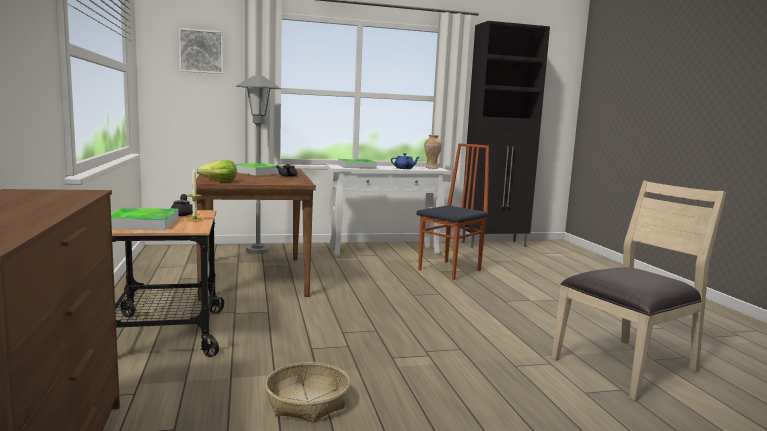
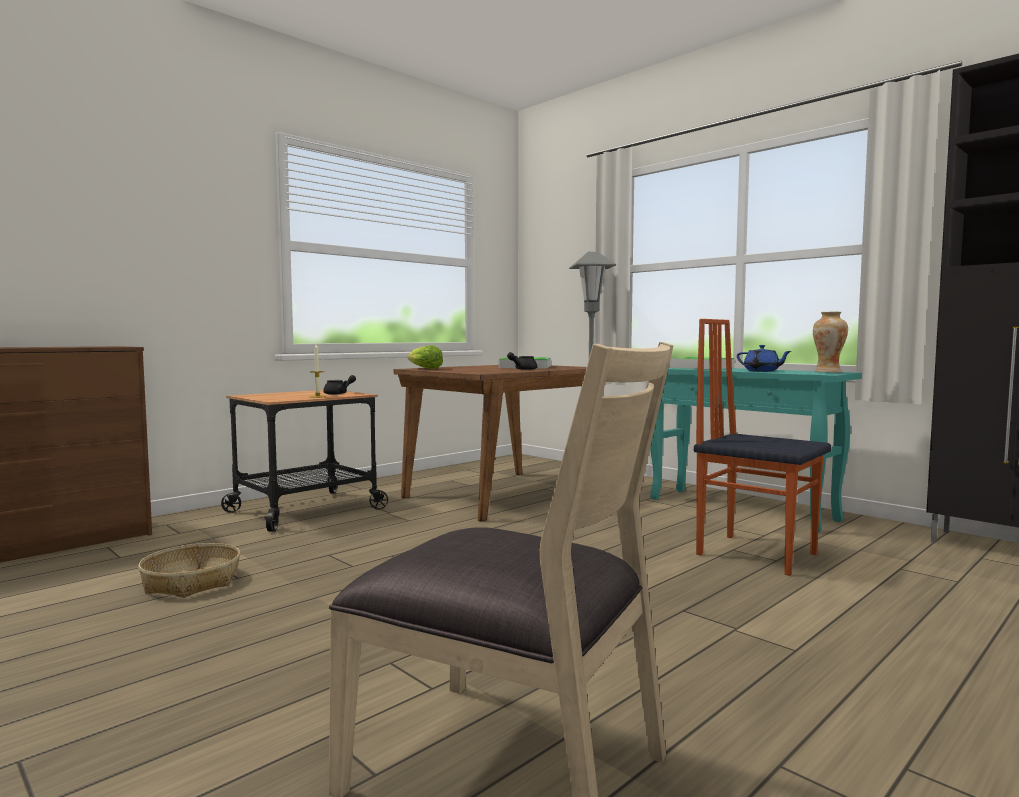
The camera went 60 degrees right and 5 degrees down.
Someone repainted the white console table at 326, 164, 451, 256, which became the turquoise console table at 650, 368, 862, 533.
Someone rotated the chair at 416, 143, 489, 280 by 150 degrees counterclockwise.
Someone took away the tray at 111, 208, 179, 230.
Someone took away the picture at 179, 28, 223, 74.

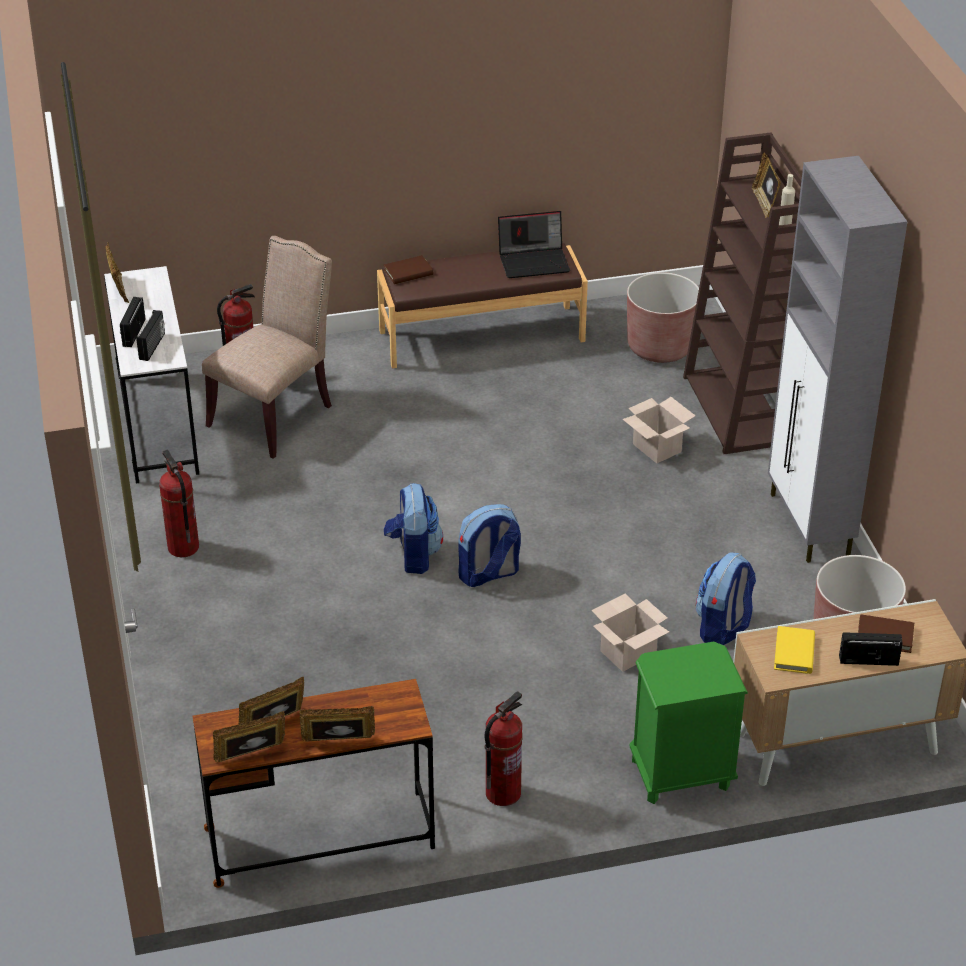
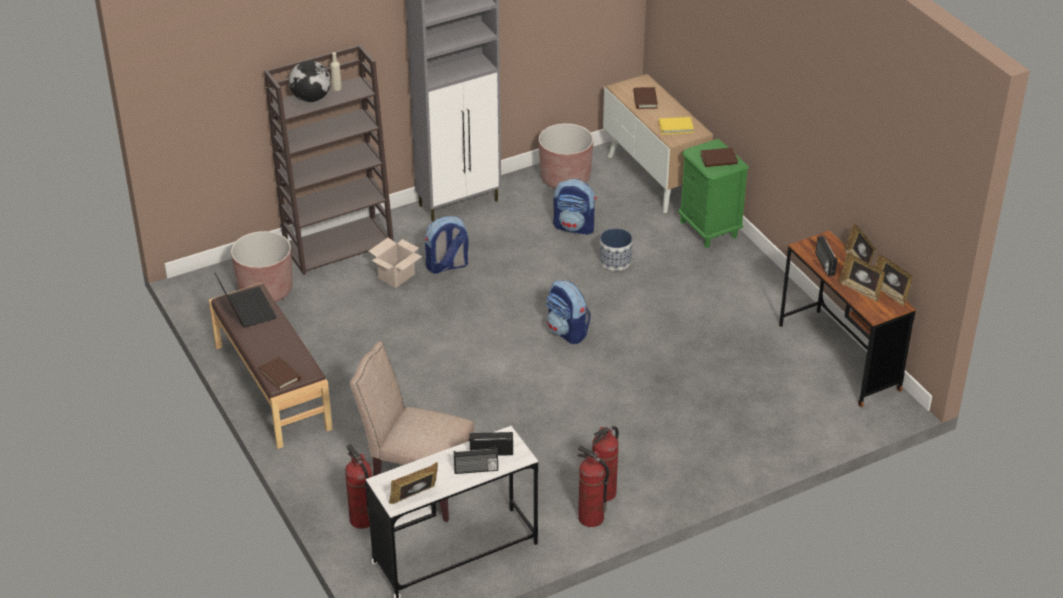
The camera went 105 degrees left and 0 degrees up.
Someone swapped the picture frame at 752, 152, 781, 218 for the globe at 289, 60, 331, 102.
Someone carried the backpack from 384, 483, 443, 574 to 425, 216, 469, 274.
Someone carried the fire extinguisher from 484, 691, 523, 806 to 577, 445, 609, 527.
Someone swapped the cardboard box at 591, 593, 669, 672 for the planter at 599, 228, 633, 271.
Someone put down the brown book at 700, 148, 738, 167.
Someone carried the radio from 839, 632, 903, 666 to 815, 236, 837, 277.

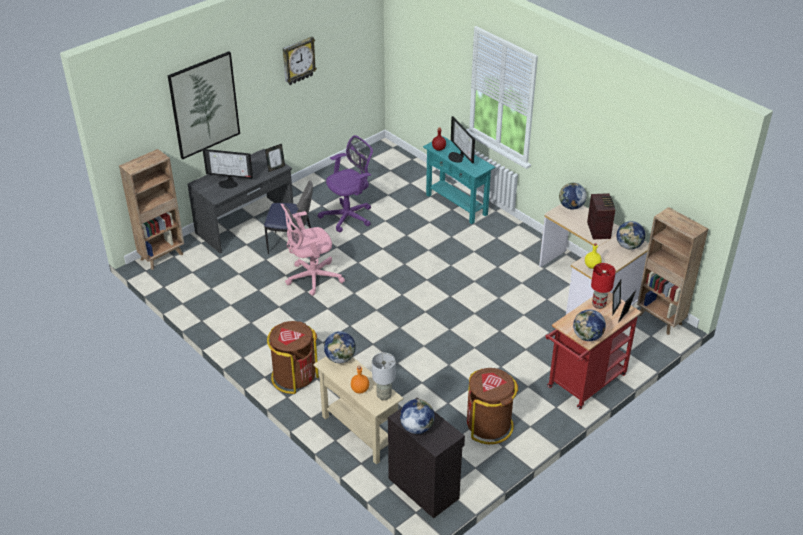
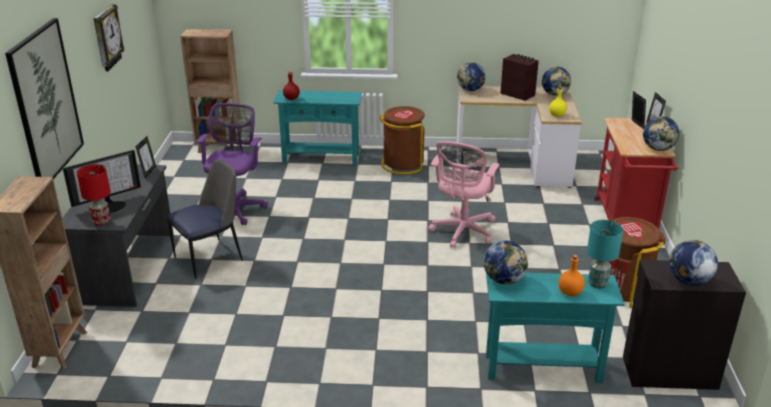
The camera went 45 degrees left and 10 degrees down.
Someone carried the red table lamp from 591, 263, 616, 309 to 77, 164, 111, 226.
Someone carried the brown bookcase from 637, 207, 708, 335 to 180, 29, 240, 153.
Someone carried the brown trash can from 267, 321, 319, 394 to 380, 106, 425, 174.
Someone carried the pink office chair from 281, 203, 345, 296 to 428, 141, 499, 248.
Someone repainted the beige console table at 313, 356, 404, 465, which became the turquoise console table at 486, 273, 625, 383.
Someone repainted the grey table lamp at 372, 353, 396, 400, which became the turquoise table lamp at 587, 220, 623, 288.
Someone took away the monitor at 448, 116, 475, 164.

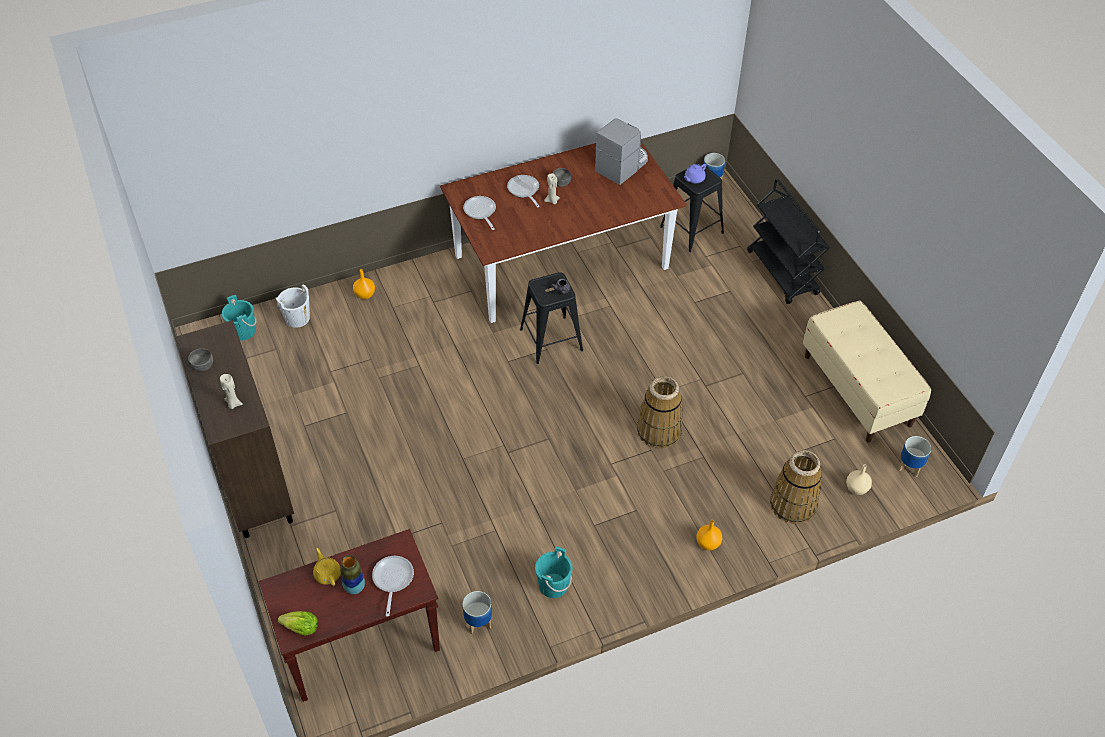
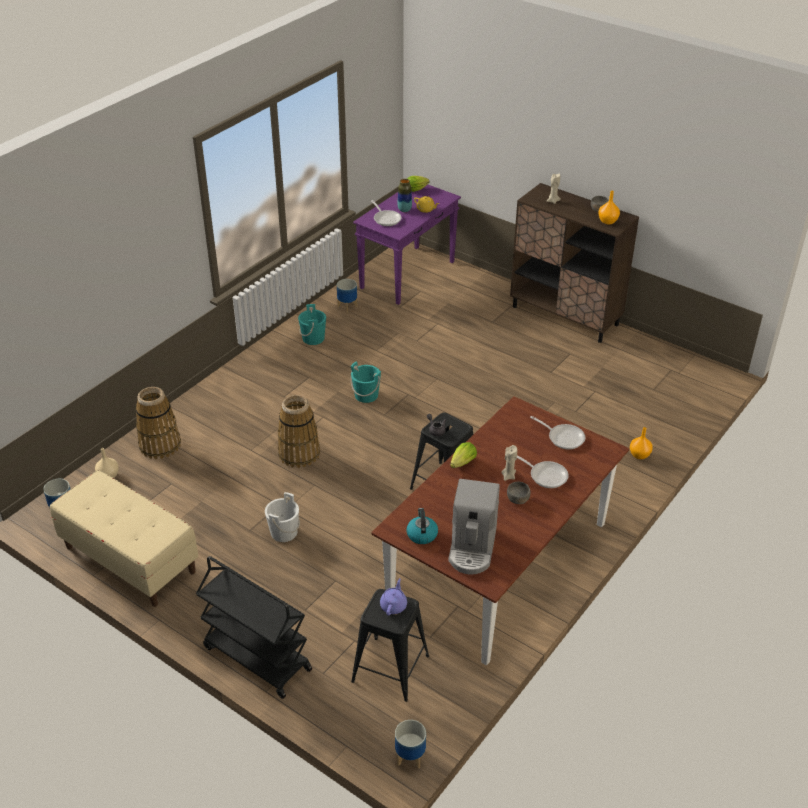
The camera went 150 degrees right and 10 degrees down.
Someone carried the white bucket from 276, 284, 310, 328 to 265, 492, 300, 542.
Someone carried the turquoise bucket from 222, 295, 257, 340 to 351, 362, 381, 403.
Someone repainted the brown console table at 259, 529, 440, 702, which became the purple console table at 353, 185, 461, 305.
Someone put down the kettle at 406, 508, 438, 544.
Someone put down the lettuce at 450, 442, 477, 468.
Someone carried the orange vase from 696, 520, 722, 551 to 598, 191, 620, 225.

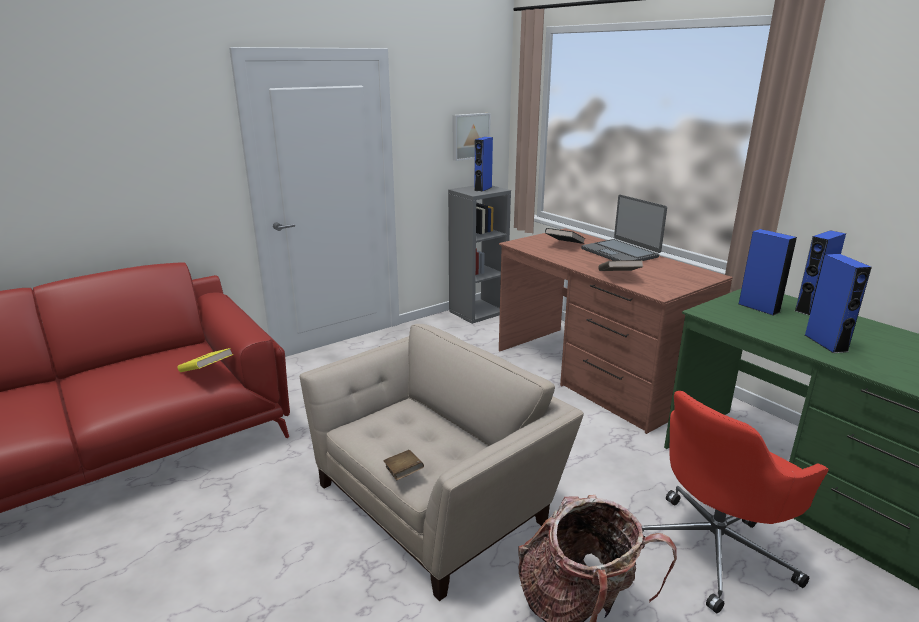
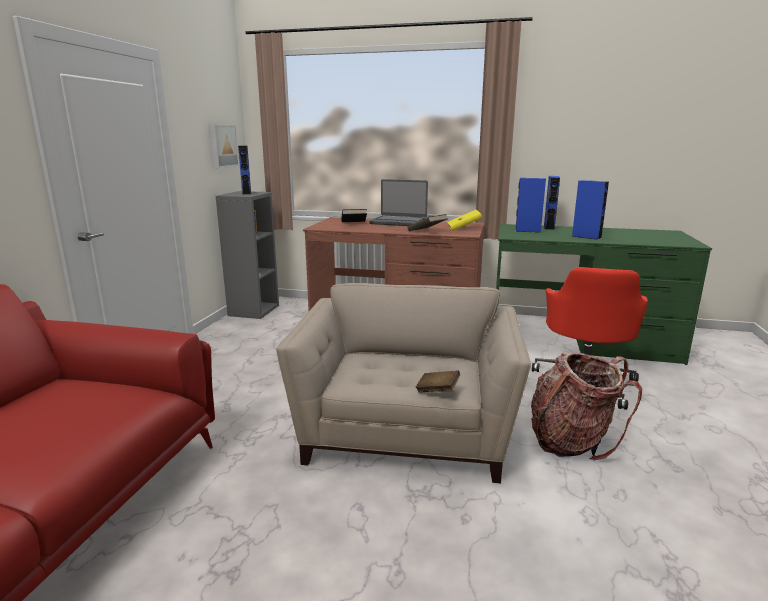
The camera went 40 degrees left and 5 degrees down.
Someone carried the yellow book from 178, 348, 233, 372 to 447, 210, 482, 231.

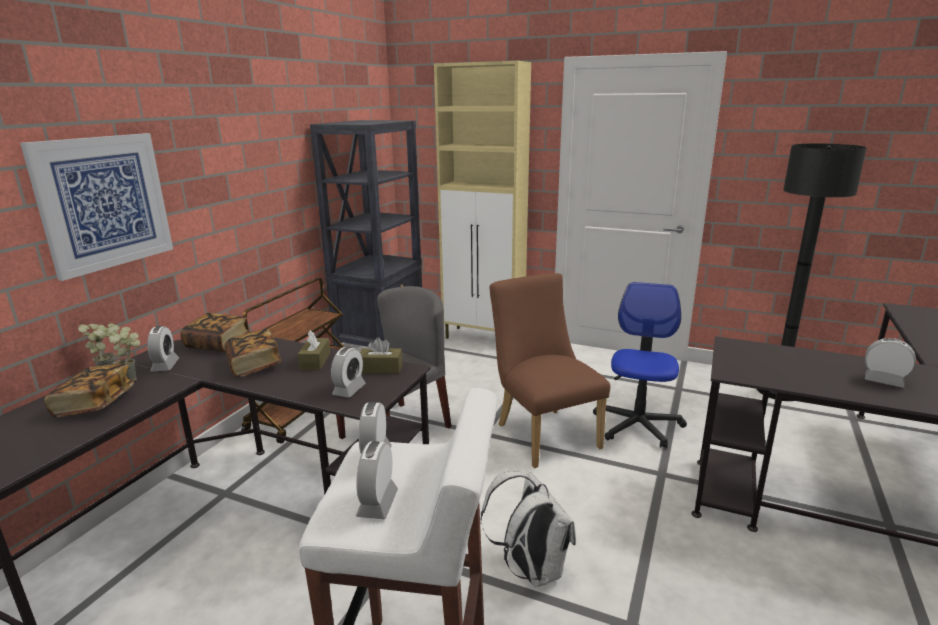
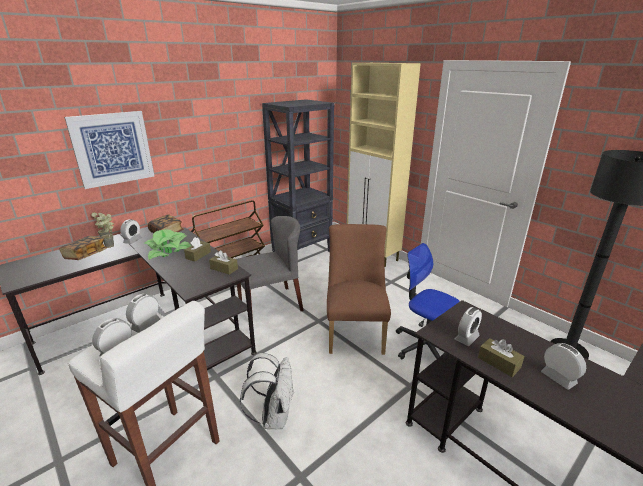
The camera went 25 degrees right and 5 degrees up.
Someone swapped the book at 224, 329, 281, 378 for the potted plant at 144, 229, 191, 260.
Someone rotated the office chair at 593, 282, 687, 449 by 90 degrees counterclockwise.
Someone carried the alarm clock from 331, 347, 366, 398 to 455, 307, 482, 346.
Someone put down the brown tissue box at 478, 338, 525, 377.

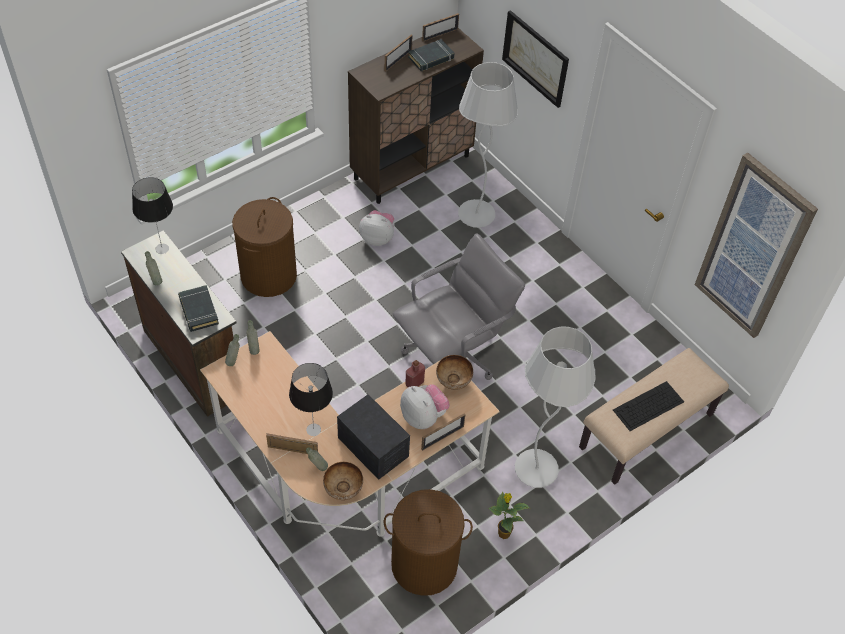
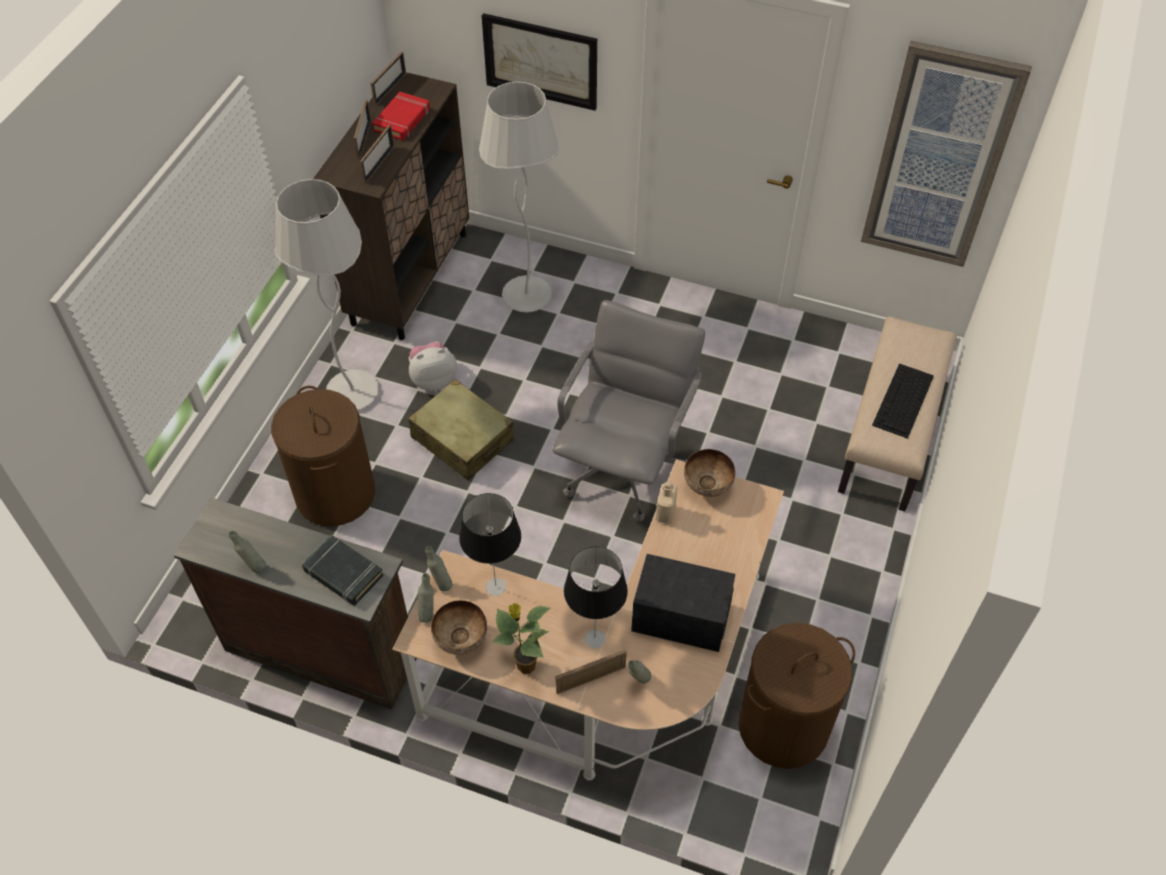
The camera went 30 degrees left and 0 degrees up.
Someone carried the white floor lamp from 515, 326, 596, 488 to 275, 179, 379, 410.
Someone carried the picture frame from 421, 413, 465, 451 to 360, 125, 394, 184.
Someone repainted the black book at 408, 39, 455, 71, which became the red book at 372, 92, 430, 141.
Someone put down the beige suitcase at 408, 379, 514, 480.
Someone carried the bowl from 323, 462, 363, 500 to 431, 600, 487, 655.
Someone carried the table lamp from 132, 177, 173, 254 to 459, 493, 521, 596.
Someone carried the potted plant from 488, 492, 530, 539 to 493, 603, 550, 674.
Someone repainted the red bottle at 405, 360, 425, 387, which became the beige bottle at 656, 481, 677, 524.
Someone took away the plush toy at 400, 384, 450, 429.

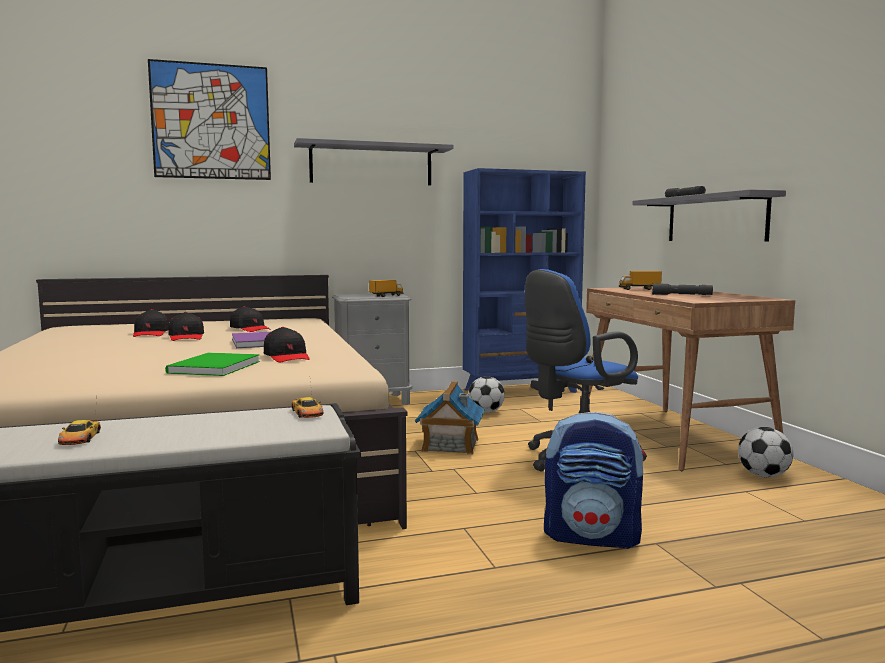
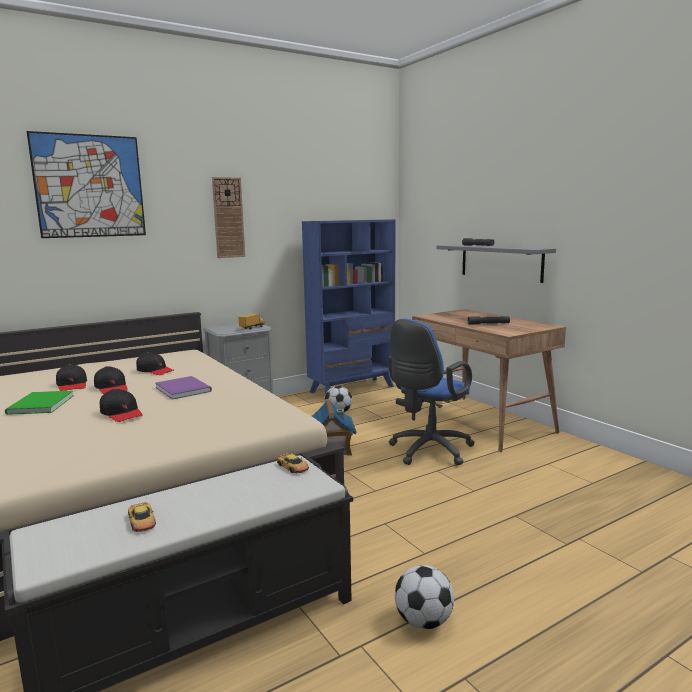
The camera went 15 degrees left and 5 degrees up.
Someone carried the green book from 165, 353, 260, 376 to 5, 390, 74, 415.
Someone carried the black cap from 264, 327, 310, 362 to 100, 388, 143, 422.
Someone swapped the grey shelf at 294, 138, 454, 185 for the wall clock at 212, 177, 245, 258.
Someone carried the football from 738, 427, 793, 478 to 395, 565, 454, 630.
Someone took away the backpack at 544, 412, 646, 549.
Someone took away the toy truck at 619, 271, 662, 290.

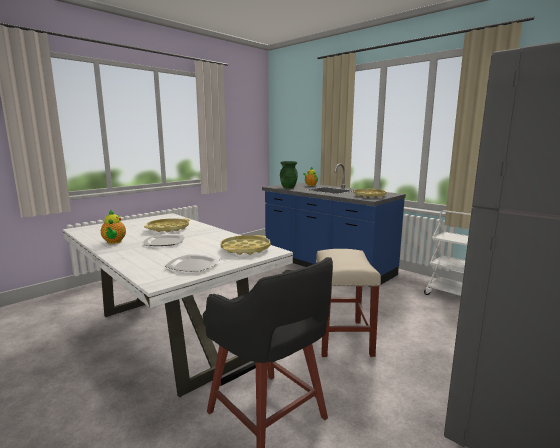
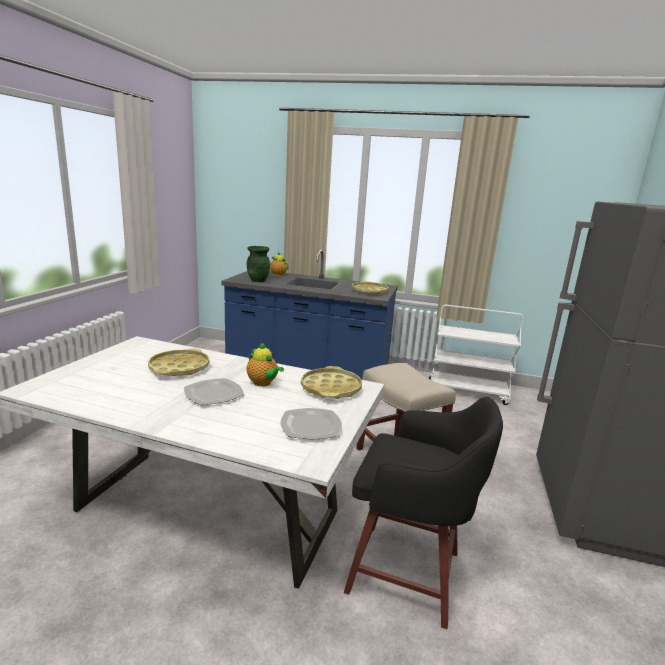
The camera went 30 degrees left and 5 degrees up.
Someone carried the teapot from 101, 210, 126, 244 to 246, 342, 284, 386.

